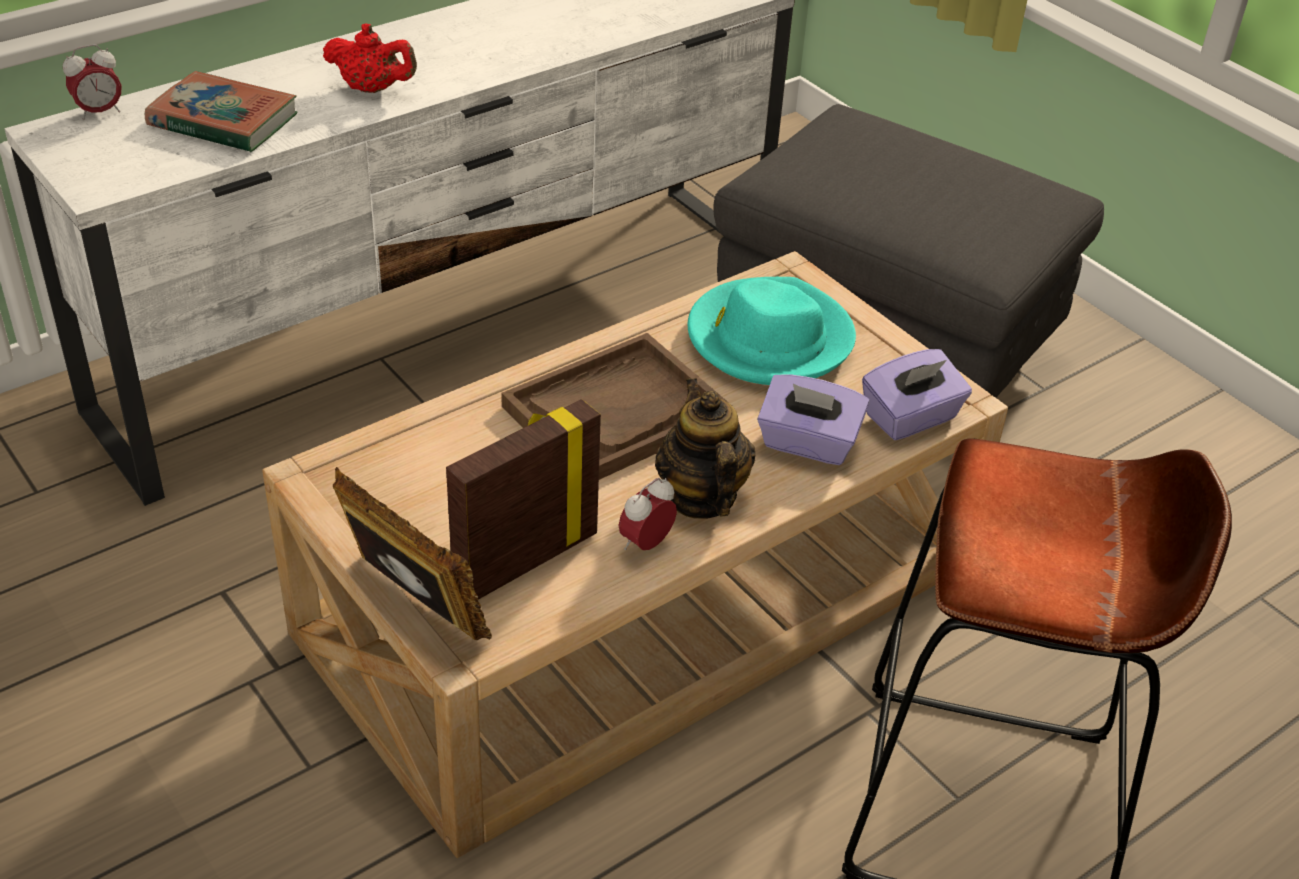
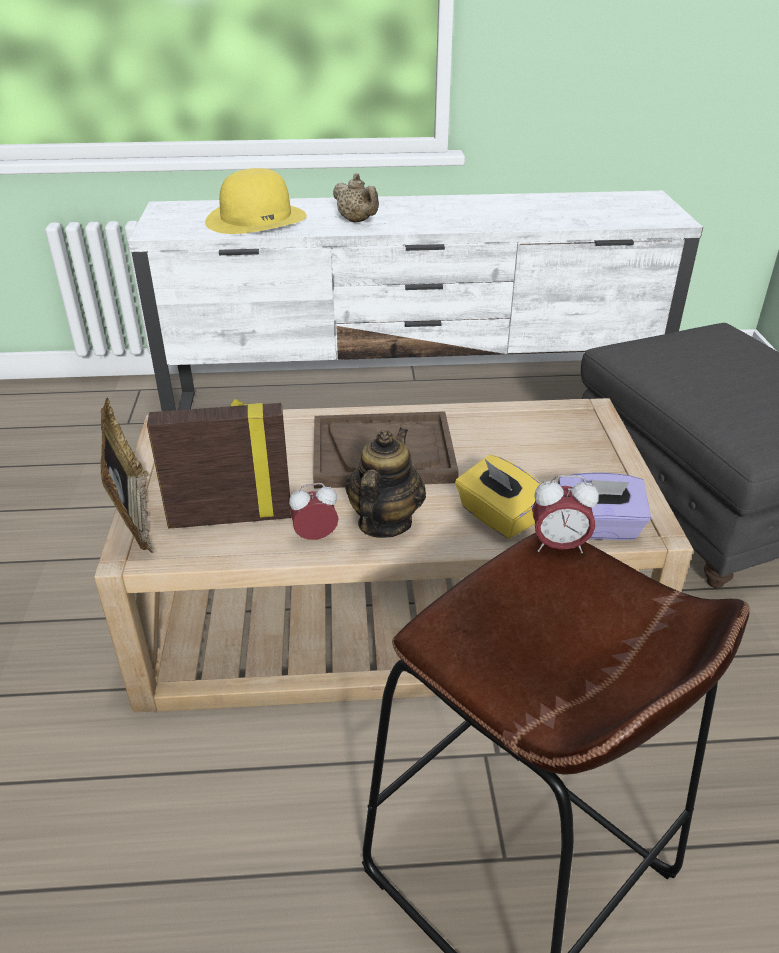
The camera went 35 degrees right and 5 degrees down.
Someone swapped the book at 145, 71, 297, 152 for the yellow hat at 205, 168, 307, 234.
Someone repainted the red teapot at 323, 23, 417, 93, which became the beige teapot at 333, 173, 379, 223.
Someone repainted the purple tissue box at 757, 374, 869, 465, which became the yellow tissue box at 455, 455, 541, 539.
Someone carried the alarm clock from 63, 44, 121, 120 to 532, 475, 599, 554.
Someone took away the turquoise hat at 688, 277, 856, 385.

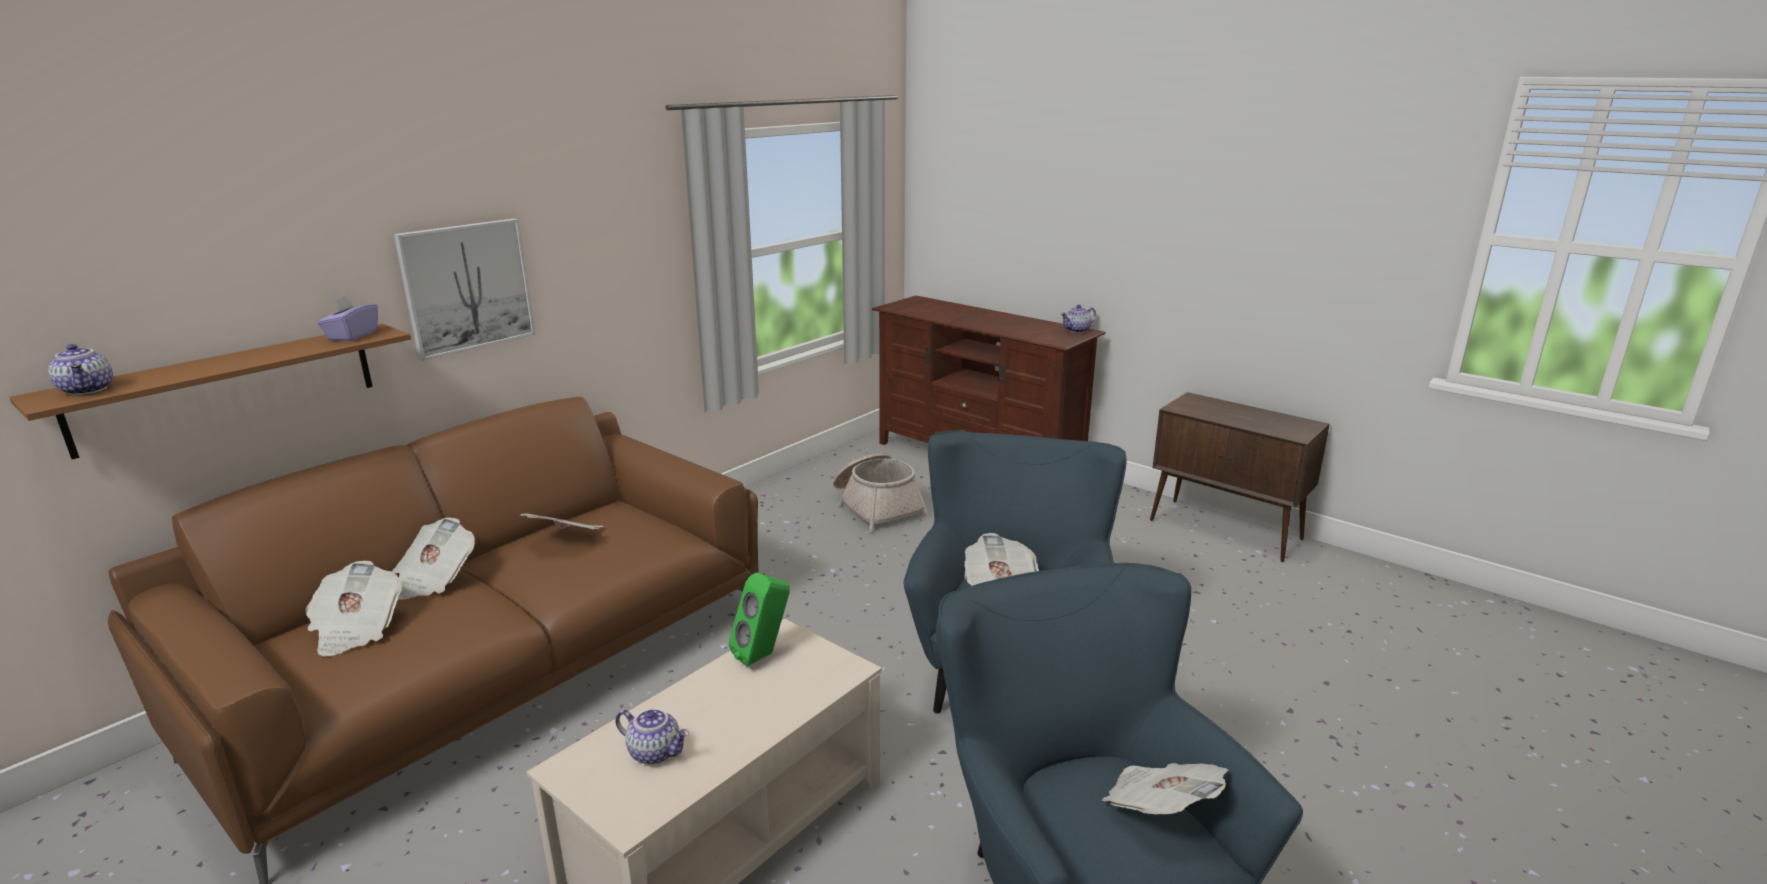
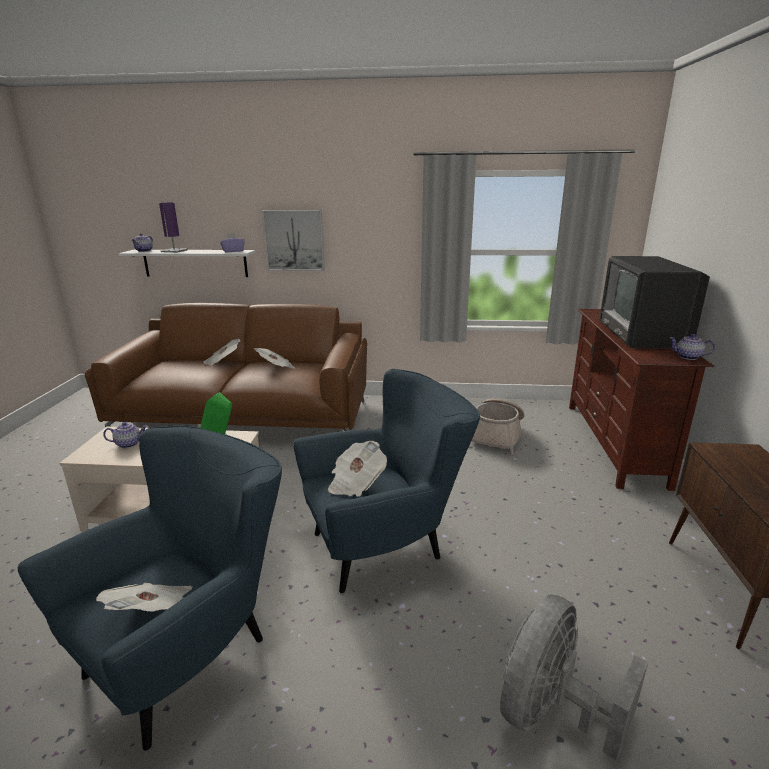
The camera went 55 degrees right and 0 degrees up.
Someone rotated the teapot at 615, 708, 689, 765 by 90 degrees counterclockwise.
Someone repainted the brown shelf at 9, 324, 411, 459, which became the white shelf at 118, 250, 255, 277.
Someone put down the purple table lamp at 159, 203, 188, 253.
Someone put down the grey fan at 500, 594, 648, 760.
Someone put down the television at 599, 256, 710, 349.
Someone took away the newspaper at 305, 561, 402, 657.

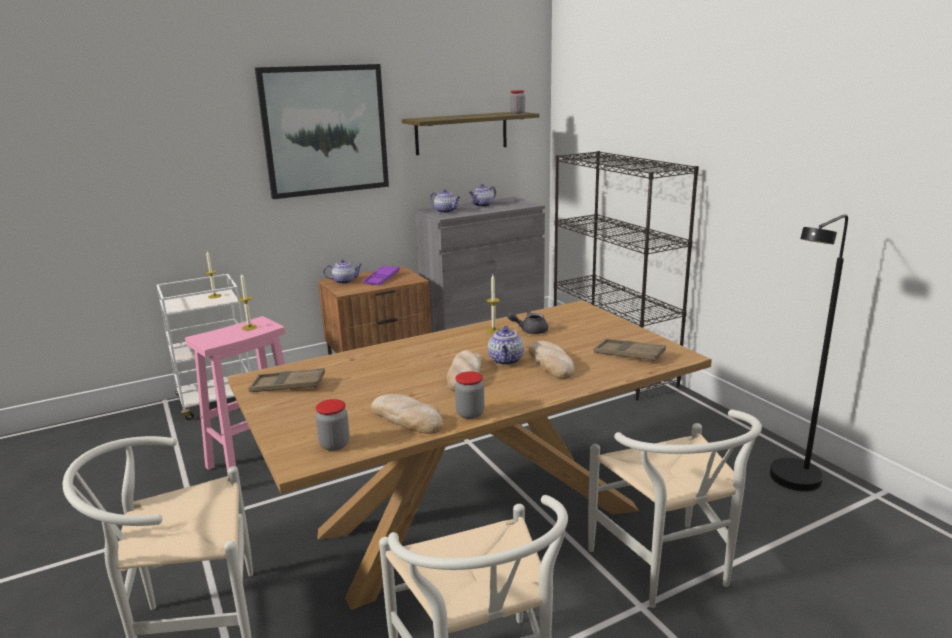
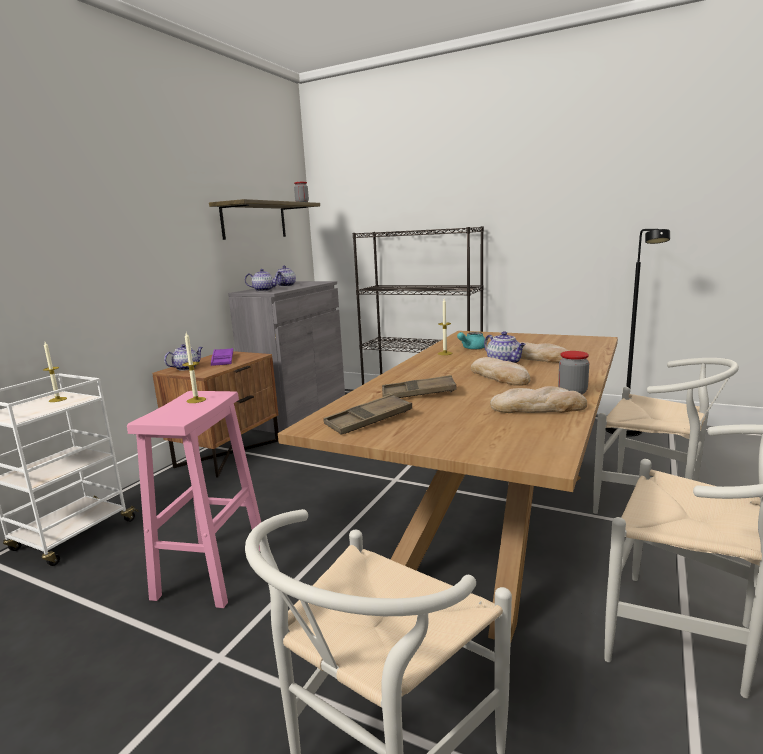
The camera went 35 degrees left and 5 degrees down.
Someone carried the brown tray from 594, 339, 666, 361 to 382, 375, 456, 398.
Someone repainted the grey teapot at 507, 310, 548, 334, which became the turquoise teapot at 457, 332, 485, 349.
Someone took away the picture at 255, 64, 389, 199.
Someone took away the jar at 315, 399, 350, 451.

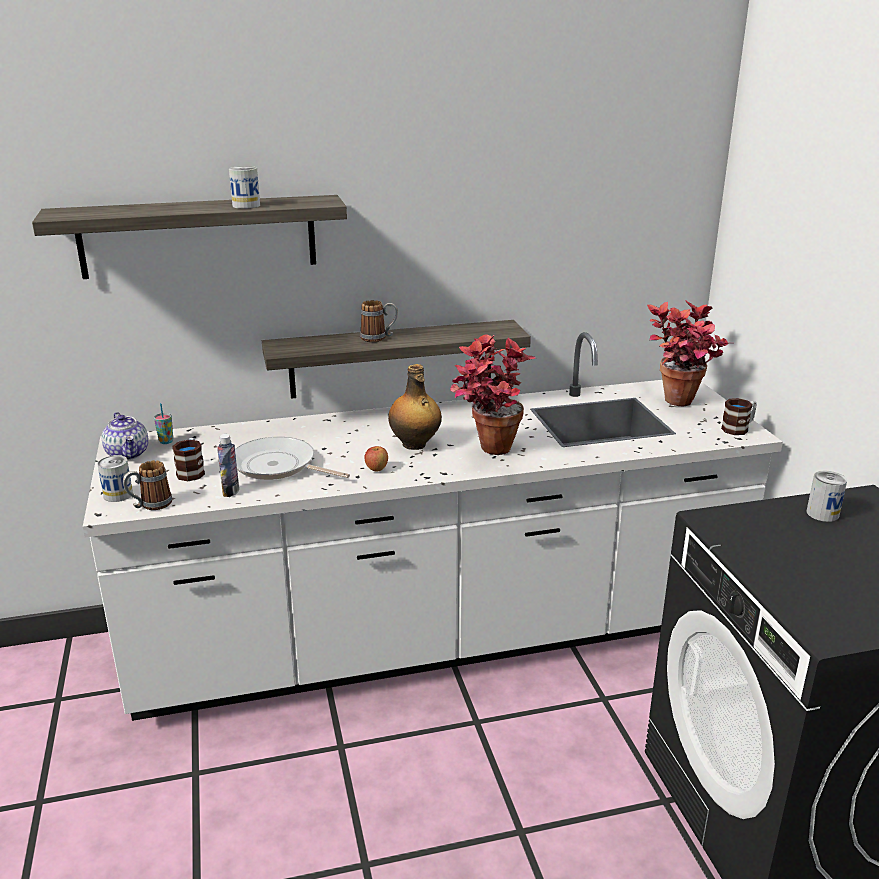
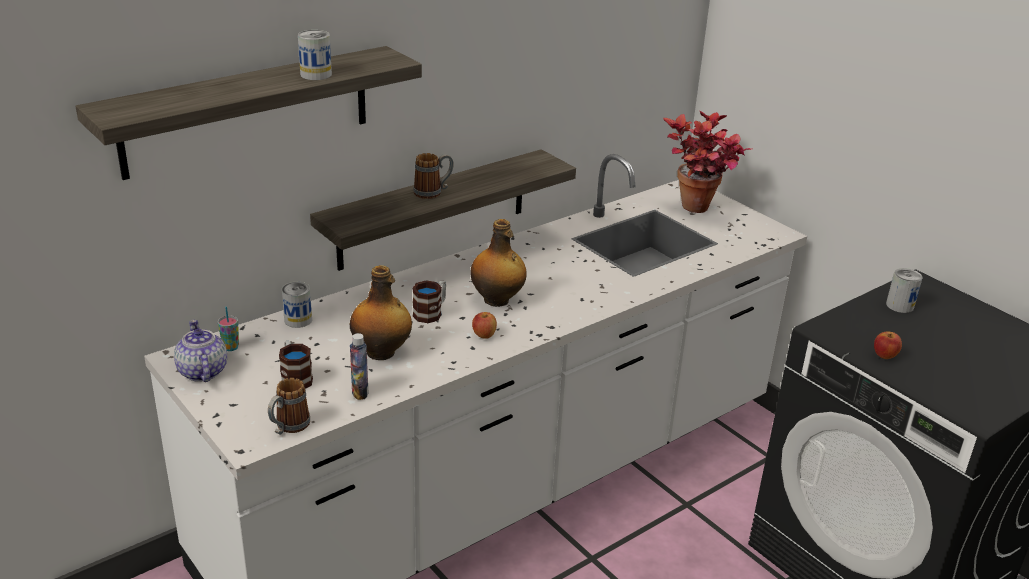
The camera went 25 degrees left and 5 degrees up.
Someone rotated the teapot at 102, 412, 149, 460 by 150 degrees counterclockwise.
Someone carried the can from 97, 455, 133, 502 to 282, 282, 312, 328.
Someone swapped the frying pan at 235, 437, 350, 480 for the bottle at 350, 265, 412, 360.
Someone carried the mug from 721, 398, 757, 435 to 412, 280, 446, 323.
Someone put down the apple at 874, 332, 902, 359.
Someone took away the potted plant at 450, 335, 536, 455.

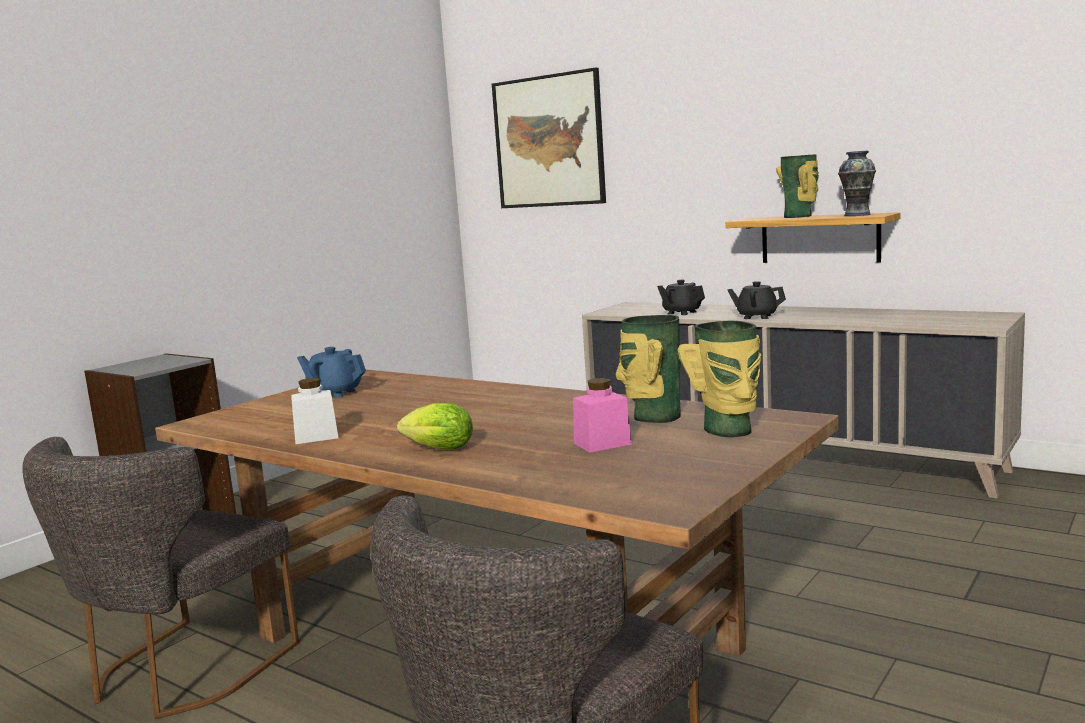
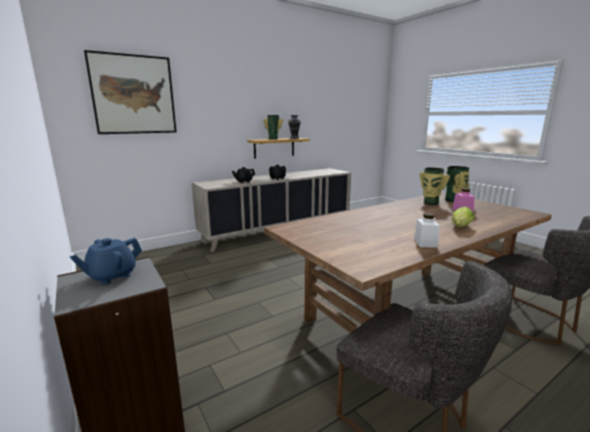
The camera went 70 degrees left and 5 degrees up.
Someone carried the blue teapot from 297, 347, 366, 398 to 70, 238, 142, 285.

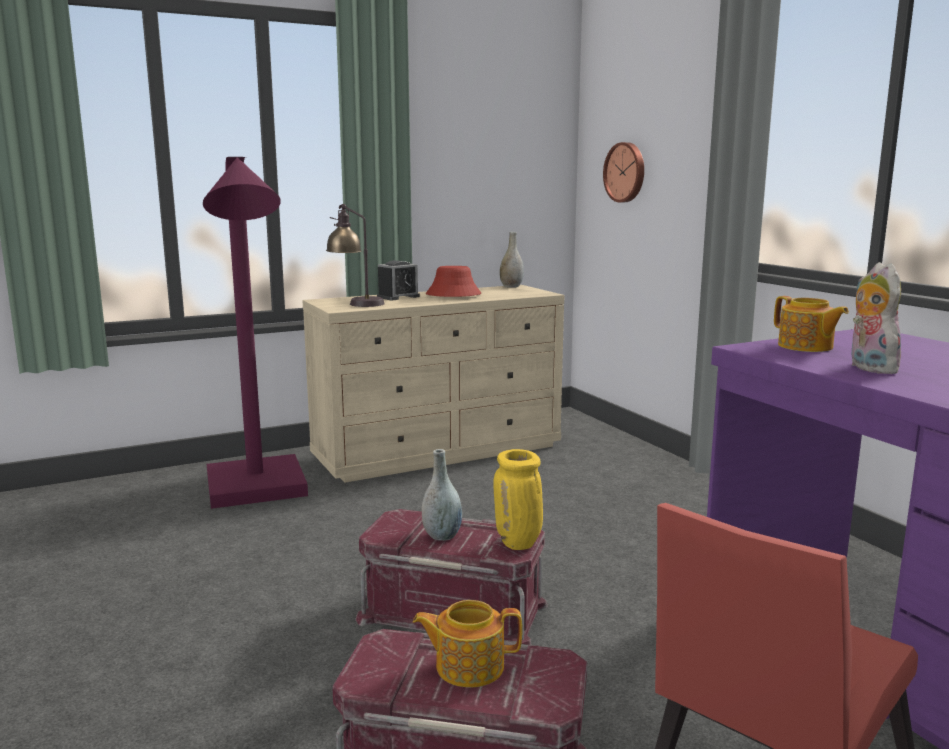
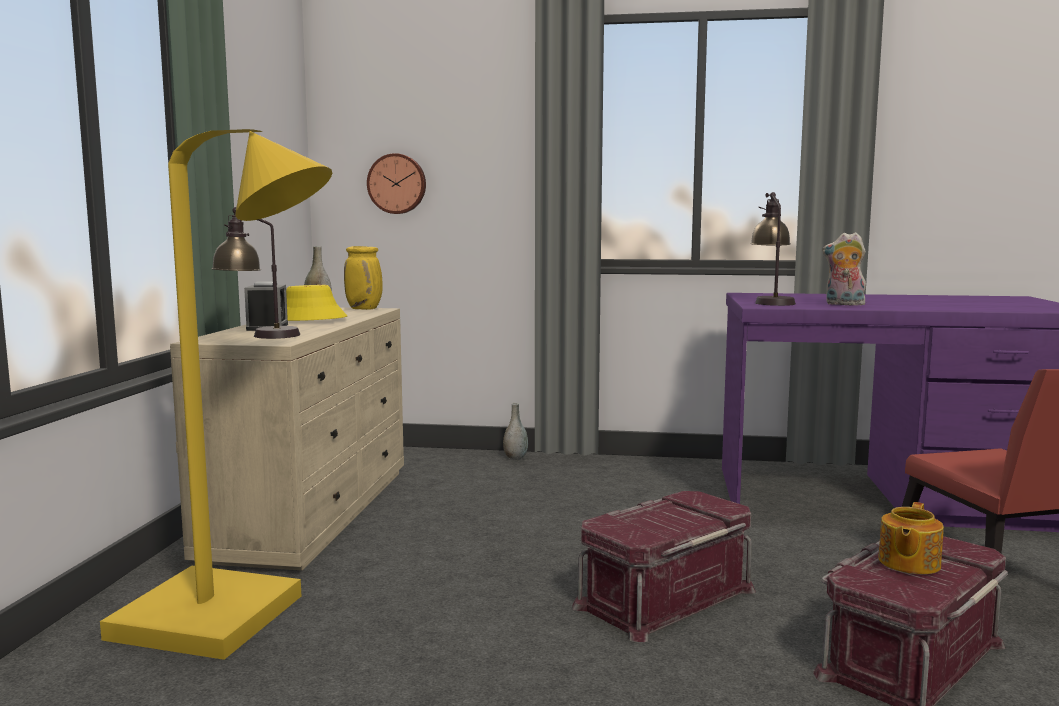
The camera went 55 degrees left and 5 degrees down.
Someone repainted the purple floor lamp at 203, 157, 308, 509, which became the yellow floor lamp at 100, 129, 332, 660.
Someone repainted the red hat at 426, 266, 481, 297, which became the yellow hat at 286, 285, 347, 321.
Someone carried the yellow vase from 494, 449, 543, 550 to 344, 246, 383, 310.
Someone carried the grey vase from 422, 449, 462, 541 to 503, 403, 528, 460.
Someone swapped the teapot at 774, 296, 849, 352 for the table lamp at 750, 192, 796, 306.

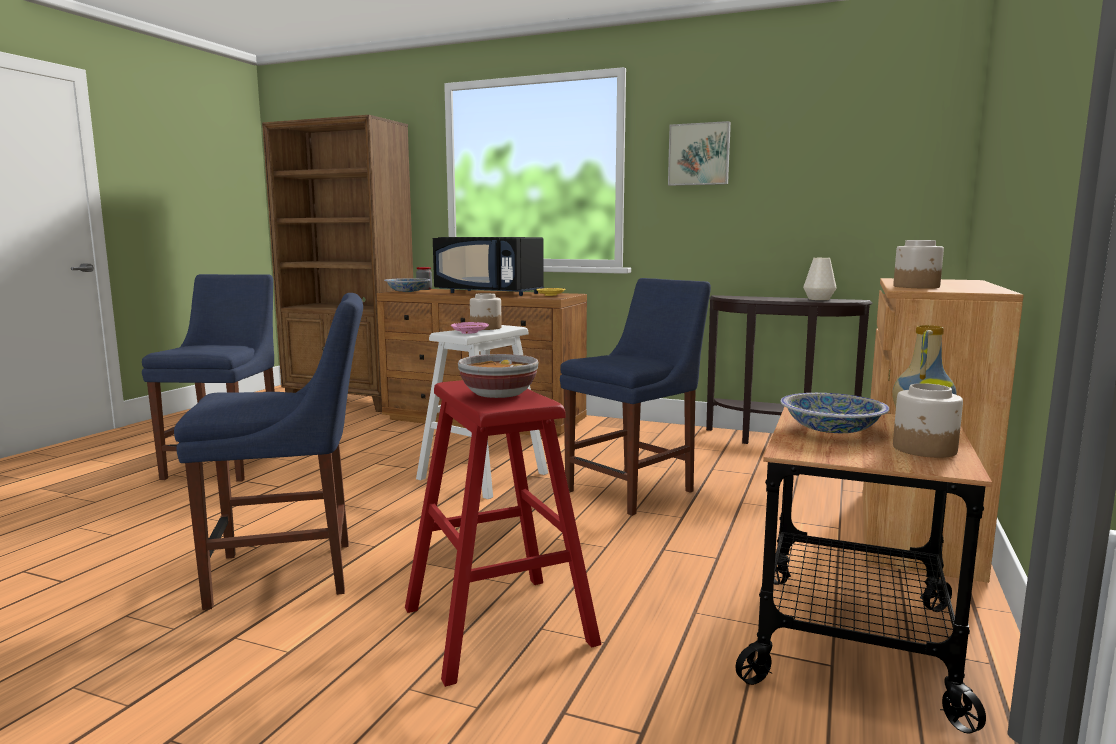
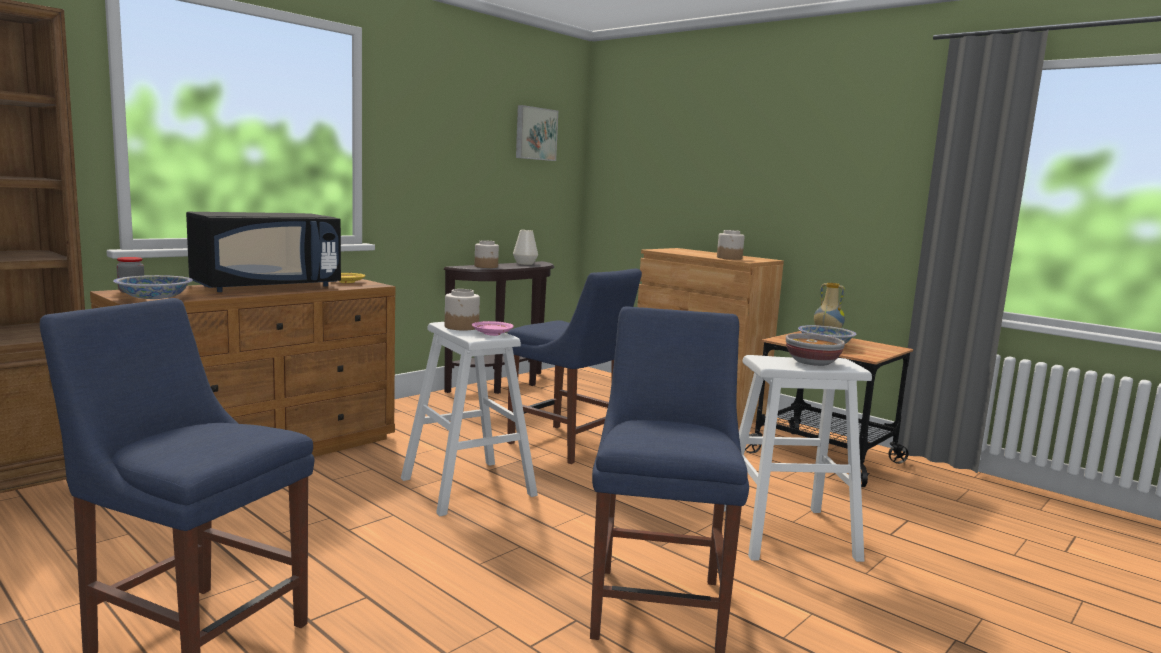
The camera went 70 degrees left and 0 degrees up.
Someone carried the jar from 893, 383, 963, 458 to 475, 240, 499, 268.
Someone rotated the blue chair at 560, 278, 711, 516 by 150 degrees clockwise.
Someone carried the picture from 668, 121, 731, 186 to 516, 105, 558, 161.
Someone repainted the red stool at 405, 380, 601, 687, which became the white stool at 724, 355, 872, 562.

